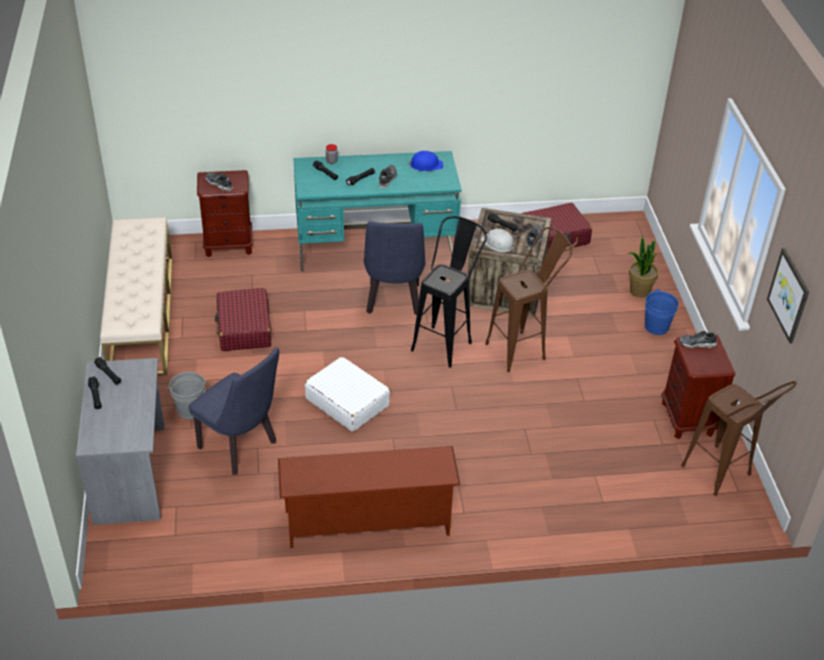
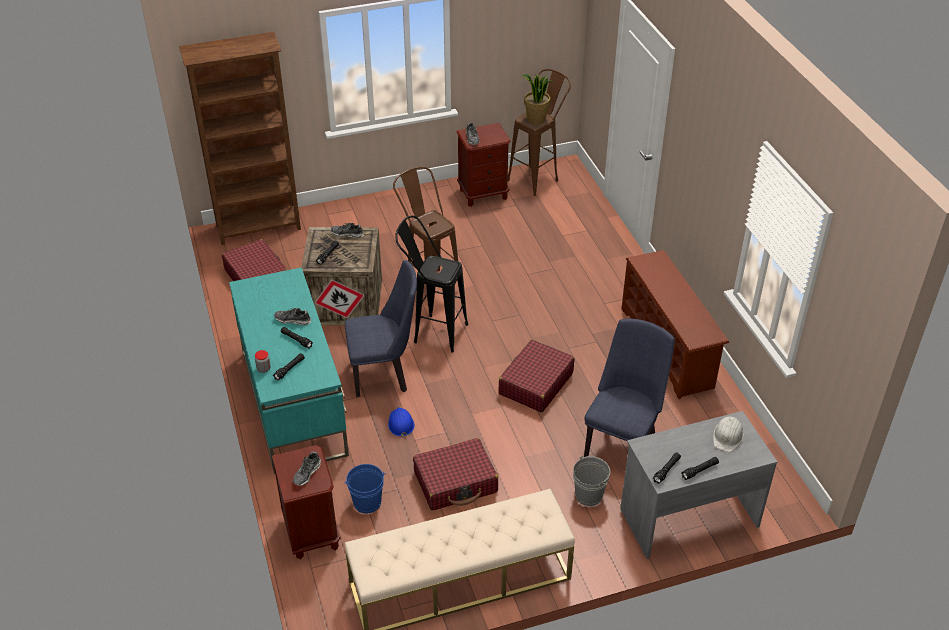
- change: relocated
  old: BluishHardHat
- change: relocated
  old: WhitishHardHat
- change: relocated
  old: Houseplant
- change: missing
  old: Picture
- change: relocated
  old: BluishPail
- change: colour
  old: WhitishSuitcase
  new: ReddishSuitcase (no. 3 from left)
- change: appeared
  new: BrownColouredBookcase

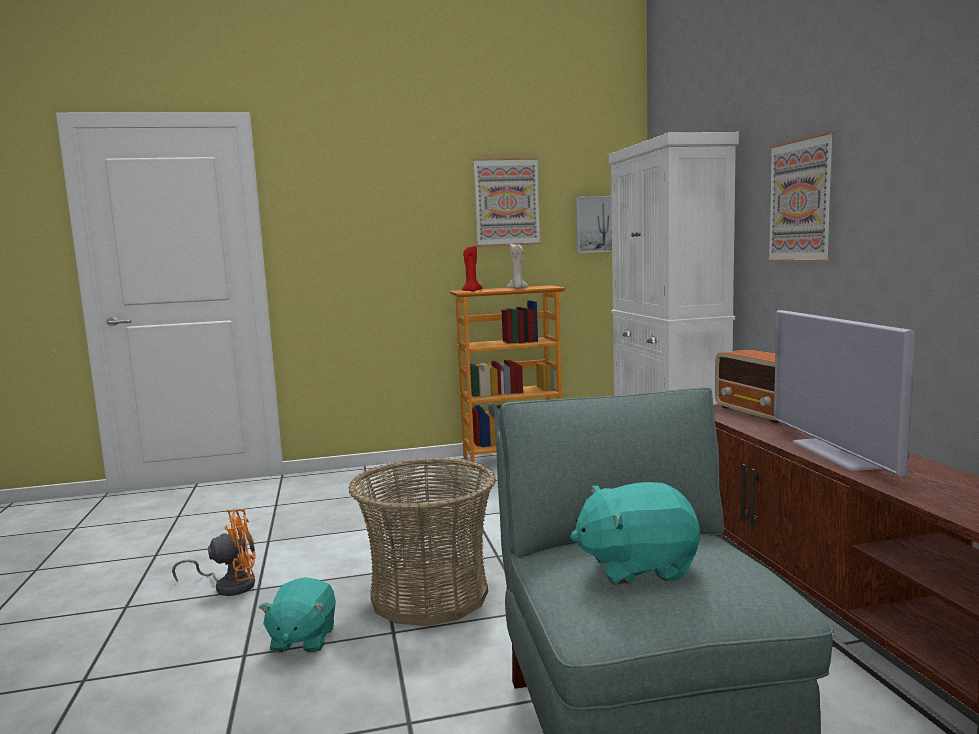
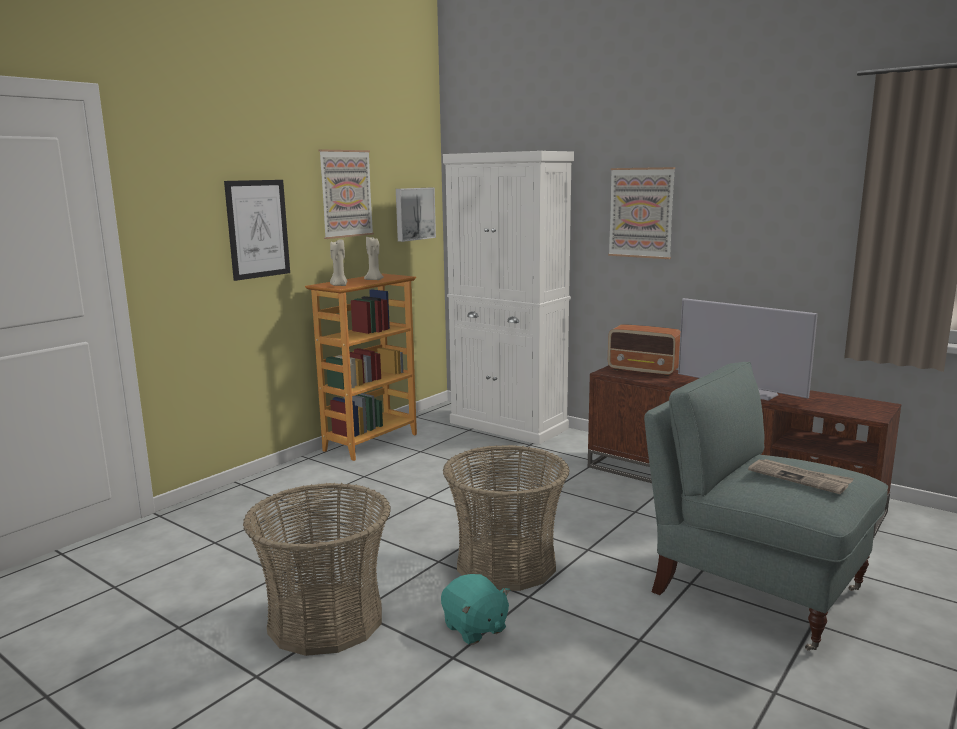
- change: colour
  old: ReddishCandle
  new: SandColouredCandle (no. 1 from left)
- change: exchanged
  old: TurquoiseSoftToy (no. 2 from left)
  new: DailyPaper
- change: exchanged
  old: OrangeFan
  new: StorageBasket (no. 1 from left)
- change: appeared
  new: Picture (no. 1 from left)

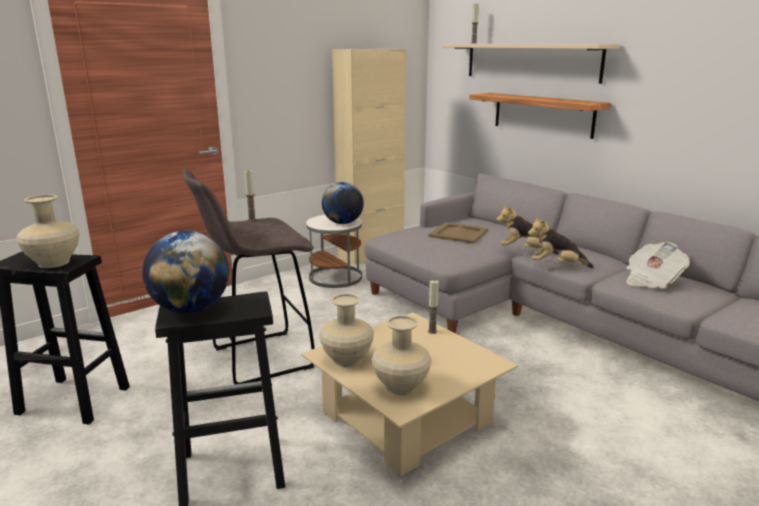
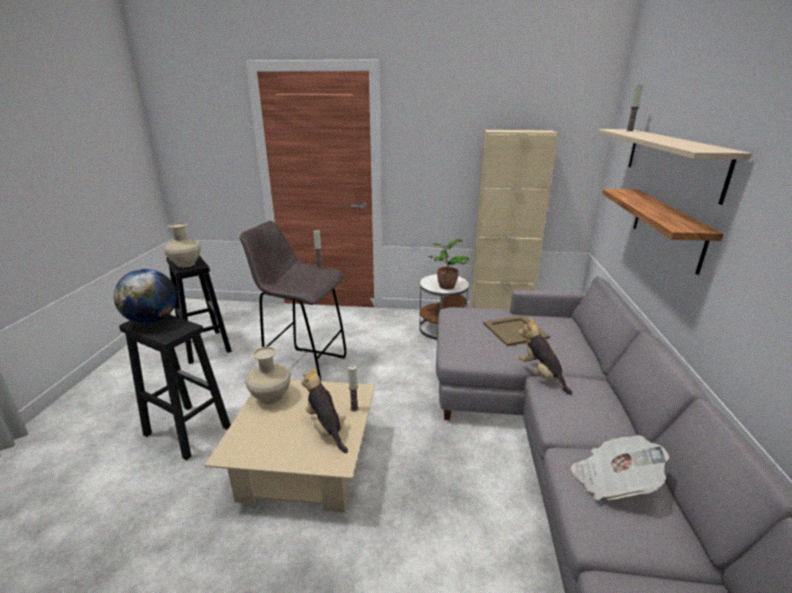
- change: exchanged
  old: Globe (no. 2 from left)
  new: Houseplant
- change: relocated
  old: SoftToy (no. 2 from left in the first image)
  new: SoftToy (no. 1 from left)
- change: missing
  old: SandColouredVase (no. 3 from left)

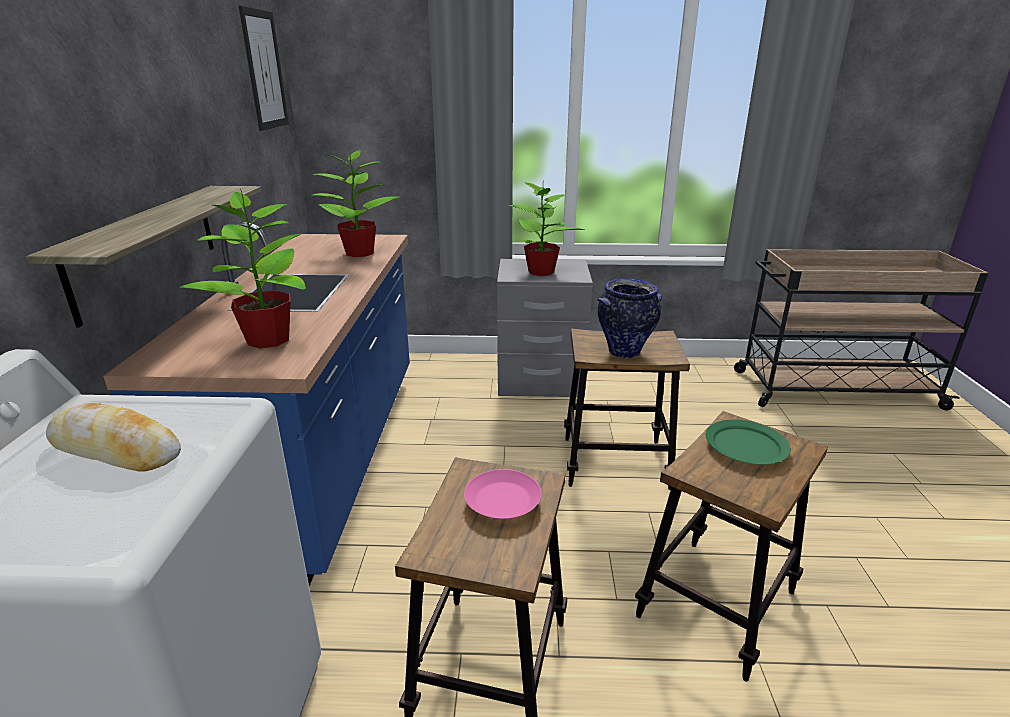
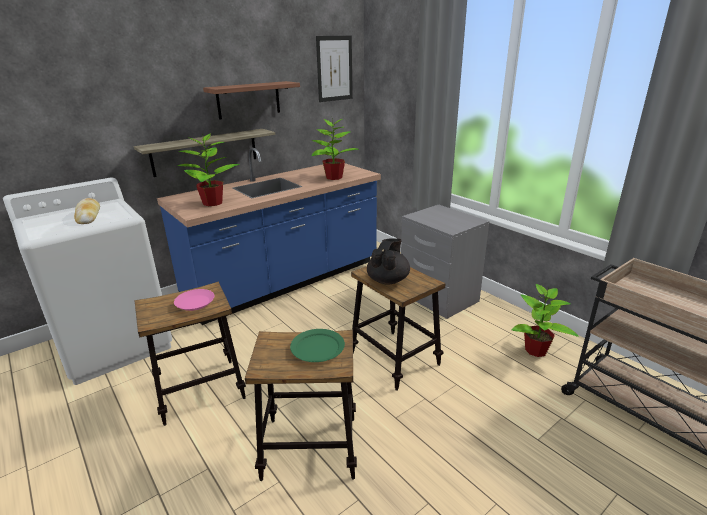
- change: relocated
  old: Houseplant (no. 3 from left)
- change: exchanged
  old: Vase
  new: BlackTeaPot
- change: appeared
  new: WallShelf (no. 2 from left)

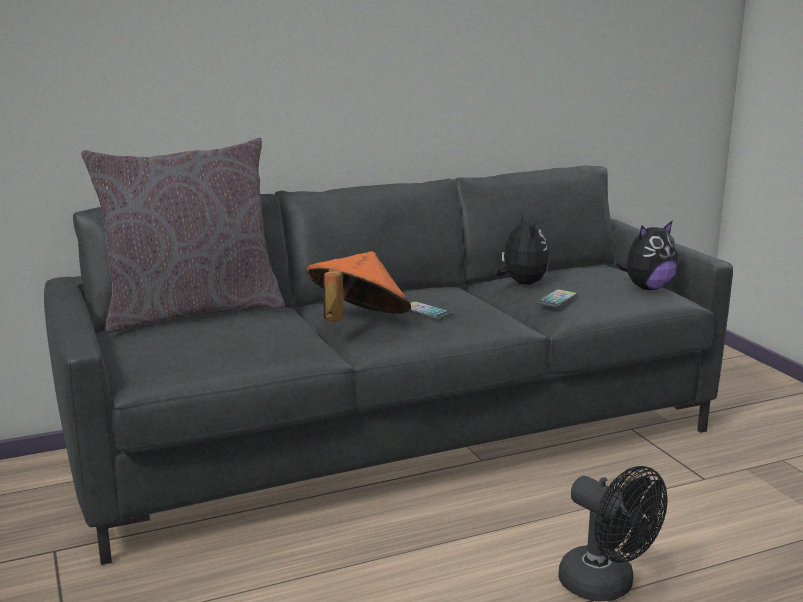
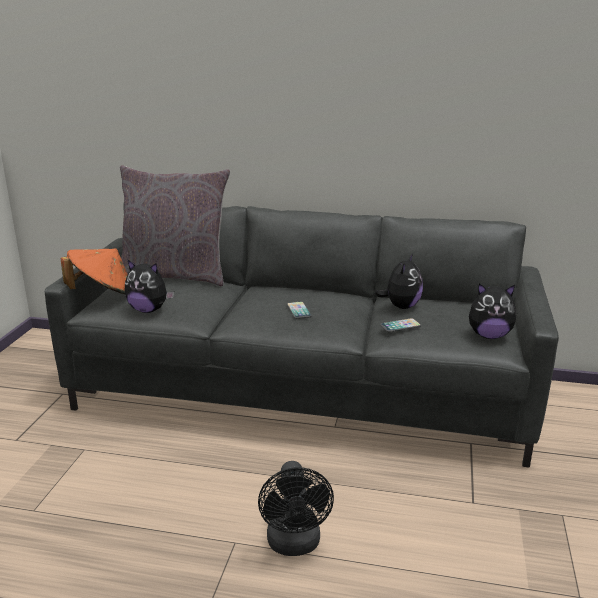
- change: relocated
  old: OrangeClothingHat
- change: appeared
  new: SoftToy (no. 1 from left)

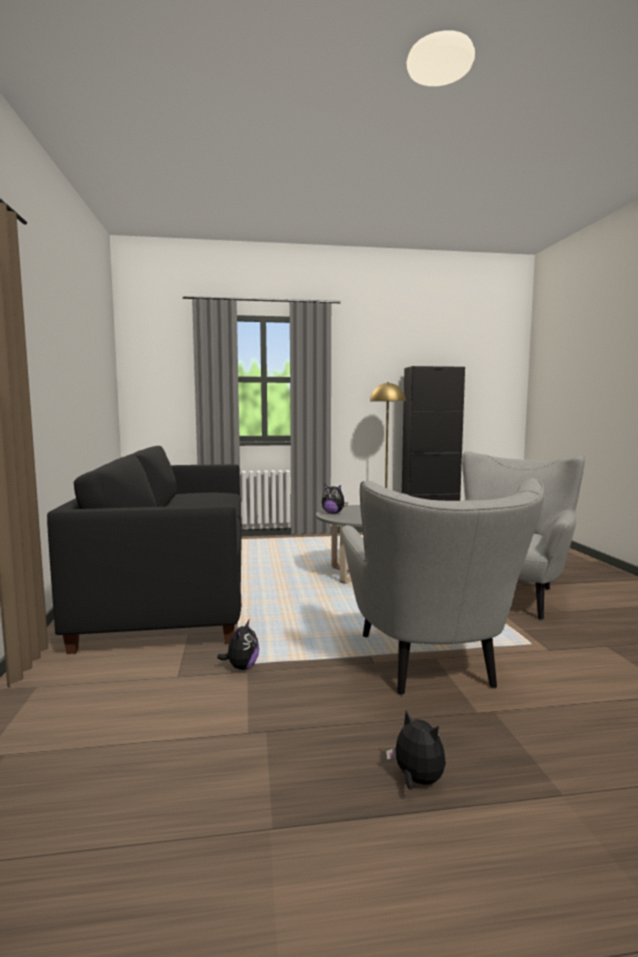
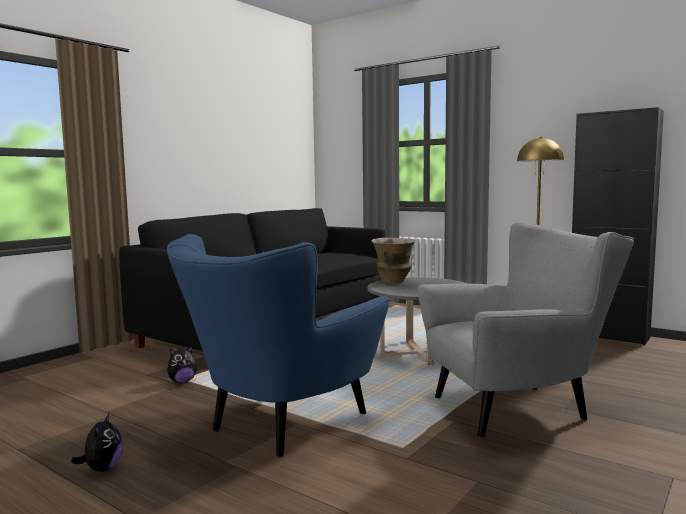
- change: colour
  old: GrayArmchair (no. 1 from left)
  new: BluishArmchair
- change: exchanged
  old: SoftToy (no. 2 from left)
  new: Vase

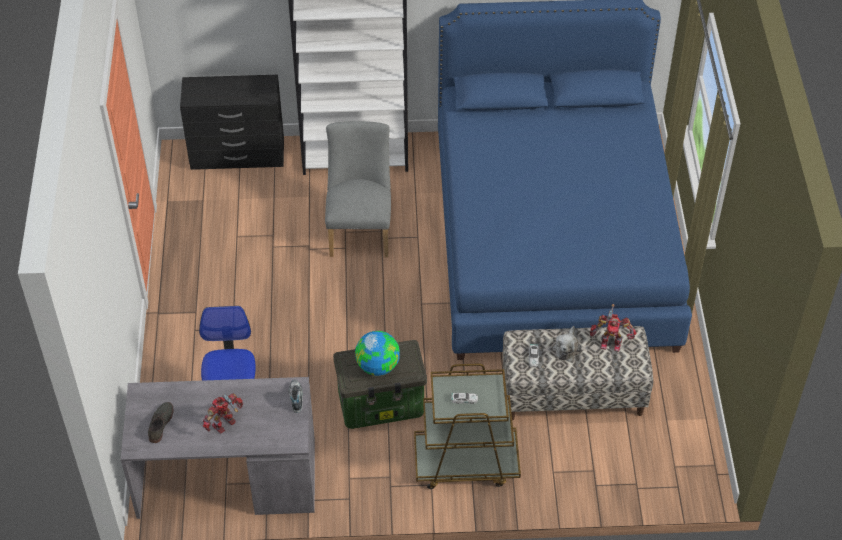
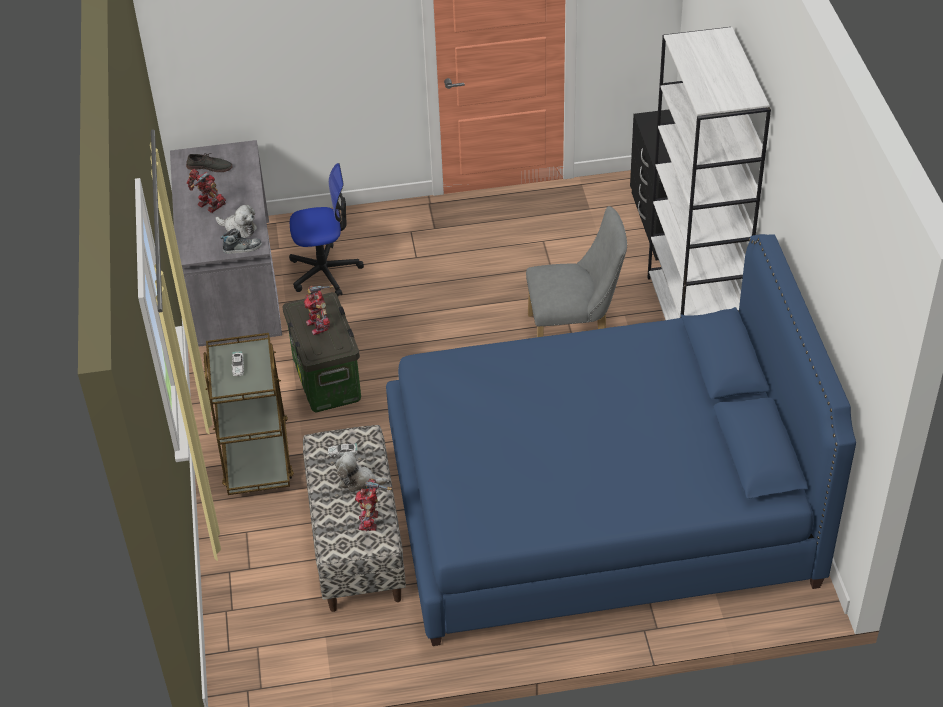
- change: exchanged
  old: Globe
  new: ModelRobot (no. 2 from left)
- change: appeared
  new: SoftToy (no. 1 from left)

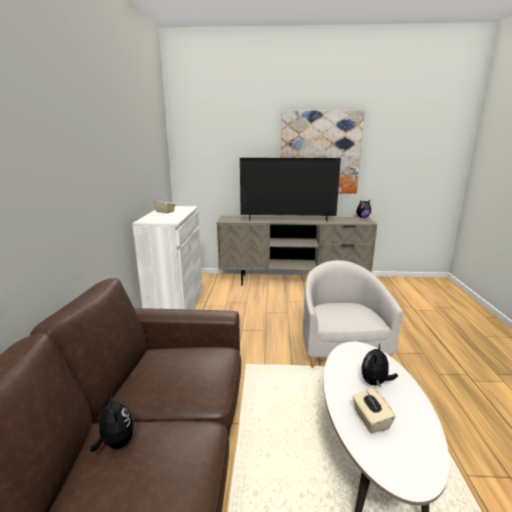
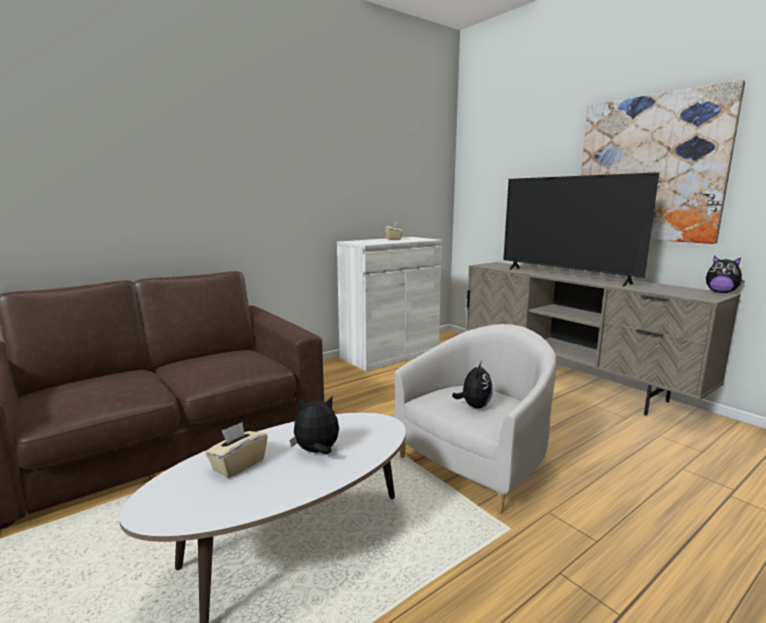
- change: relocated
  old: SoftToy (no. 1 from left in the first image)
  new: SoftToy (no. 2 from left)

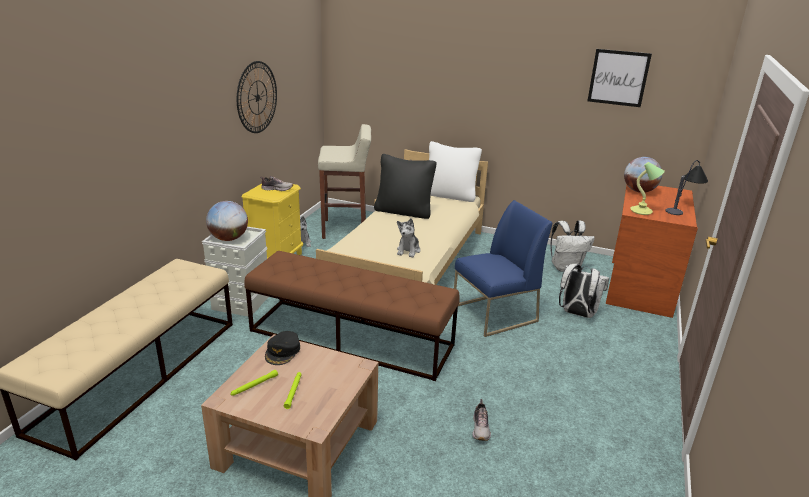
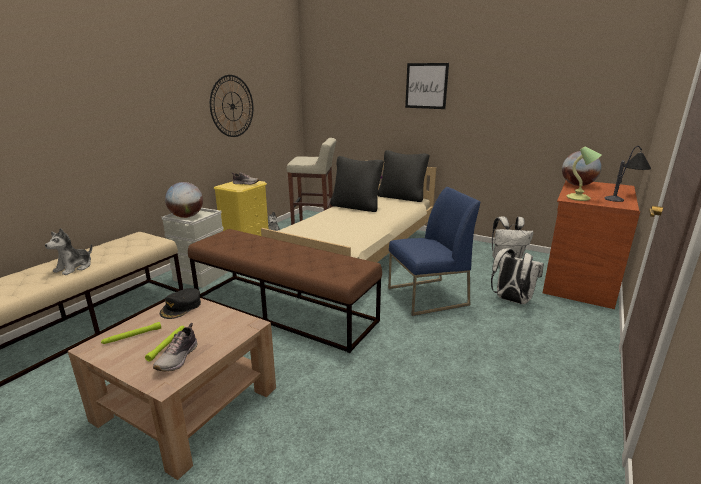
- change: relocated
  old: Picture
- change: colour
  old: WhitishCushion
  new: BlackCushion (no. 2 from left)
- change: relocated
  old: SoftToy (no. 2 from left in the first image)
  new: SoftToy (no. 1 from left)
- change: relocated
  old: Shoe (no. 2 from left in the first image)
  new: Shoe (no. 1 from left)

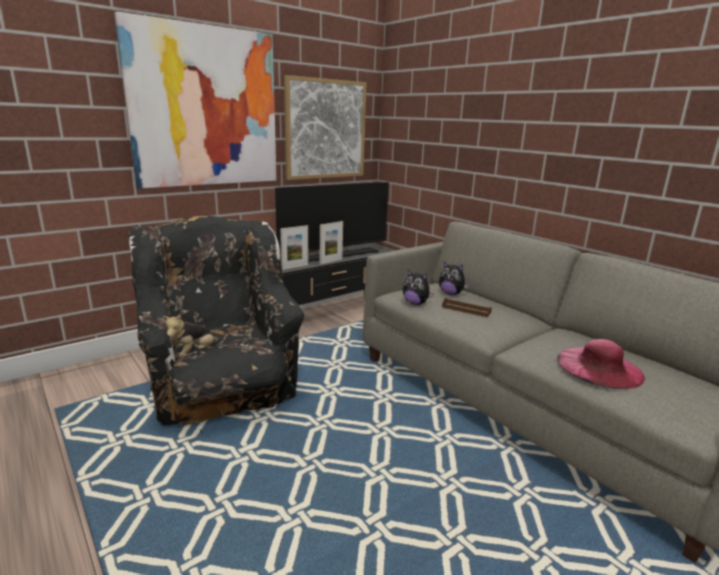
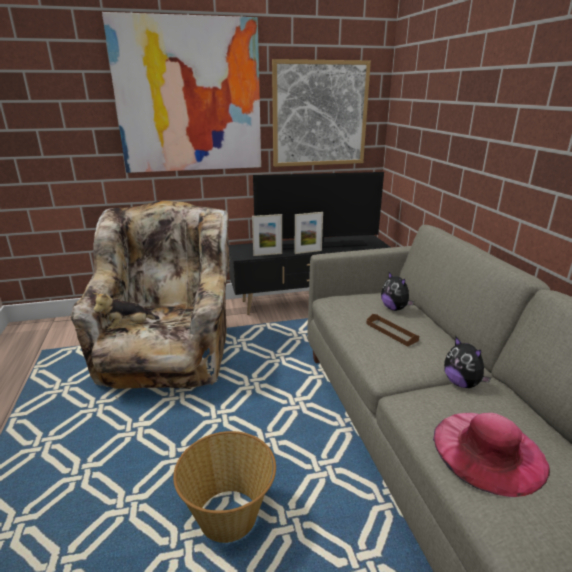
- change: colour
  old: BlackArmchair
  new: SandColouredArmchair
- change: relocated
  old: SoftToy (no. 2 from left in the first image)
  new: SoftToy (no. 3 from left)
- change: appeared
  new: StorageBasket

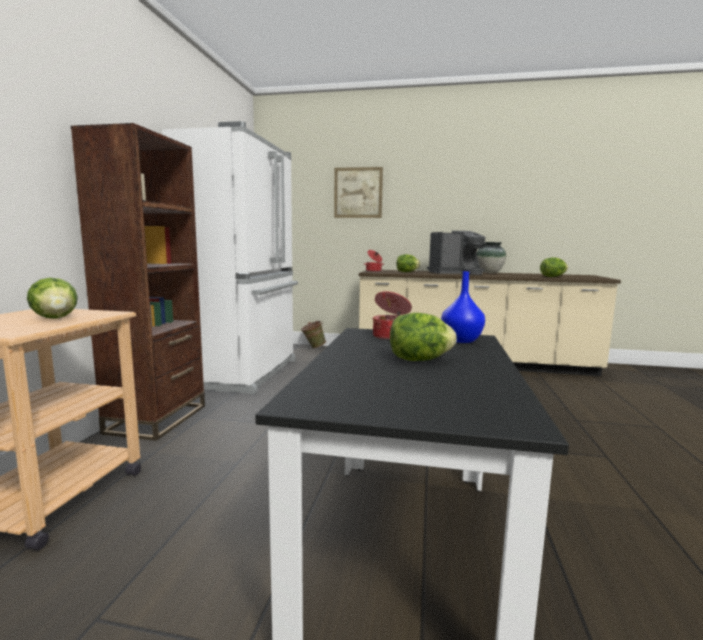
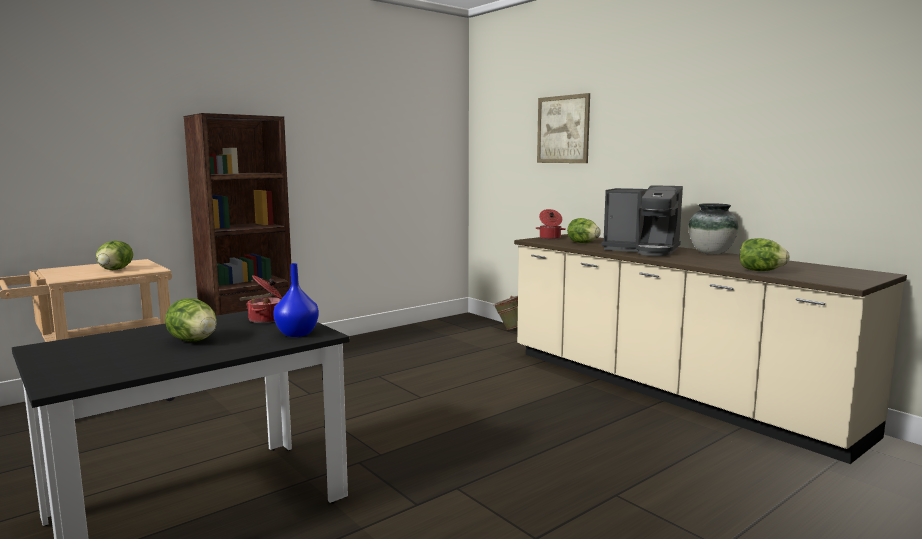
- change: missing
  old: WhitishRefrigerator

